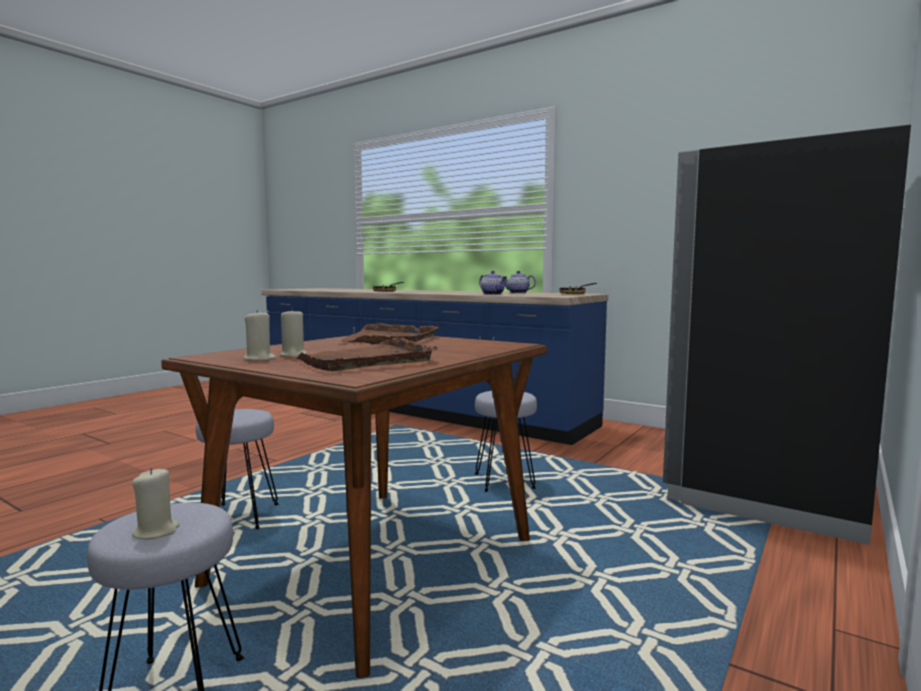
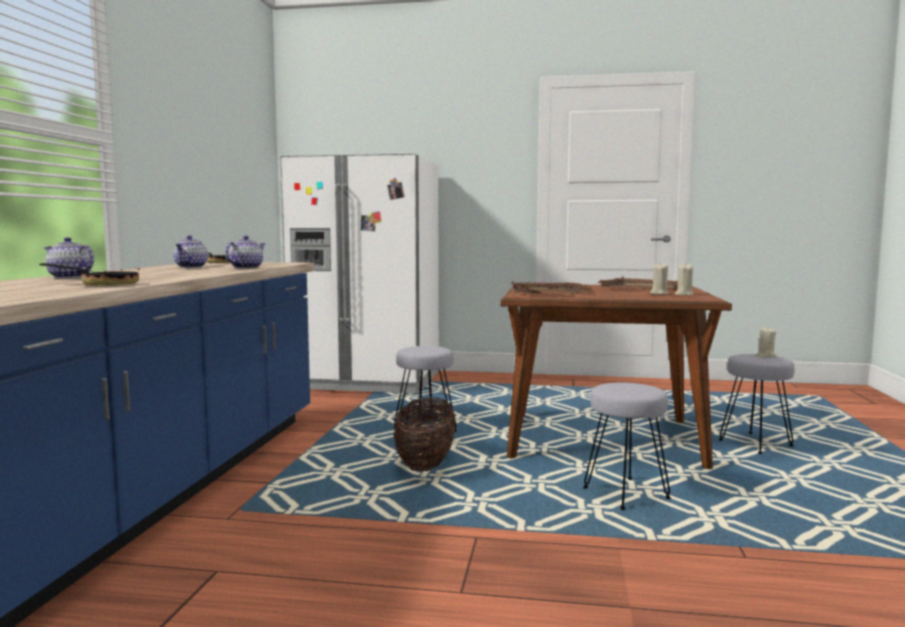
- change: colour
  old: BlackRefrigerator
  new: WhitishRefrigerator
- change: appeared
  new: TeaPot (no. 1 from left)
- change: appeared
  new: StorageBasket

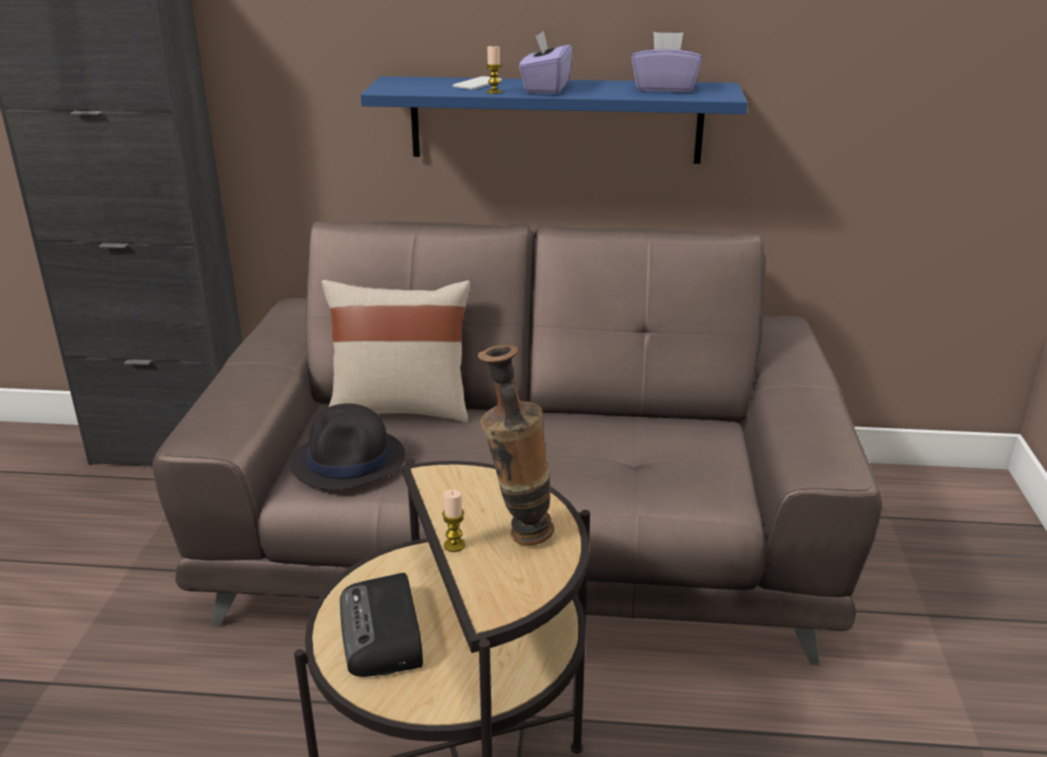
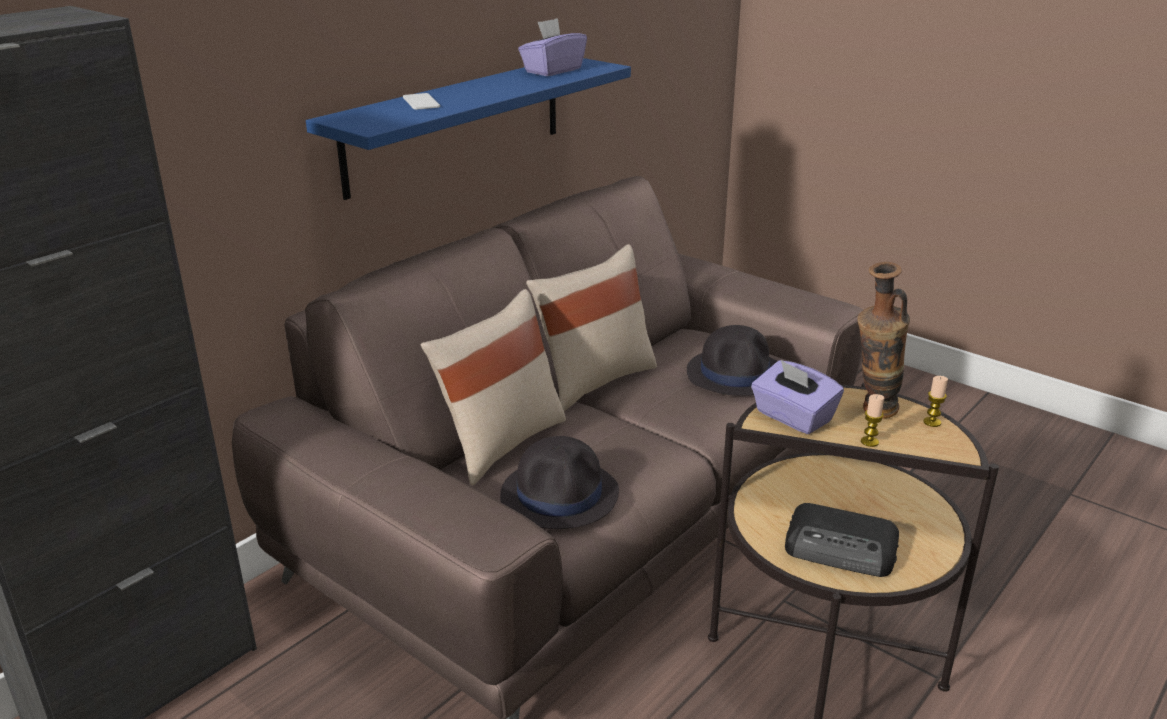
- change: relocated
  old: PurpleTissueHolder (no. 1 from left in the first image)
  new: PurpleTissueHolder (no. 2 from left)
- change: relocated
  old: Candle (no. 2 from left)
- change: appeared
  new: SandColouredCushion (no. 2 from left)
- change: appeared
  new: BlackClothingHat (no. 2 from left)

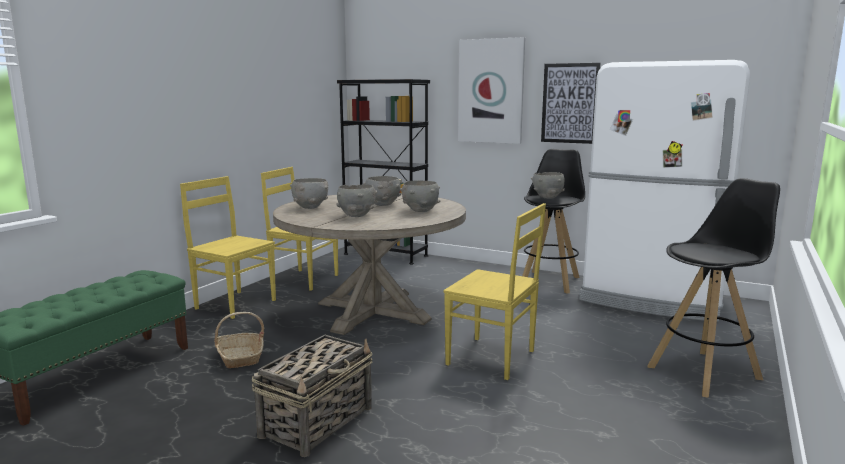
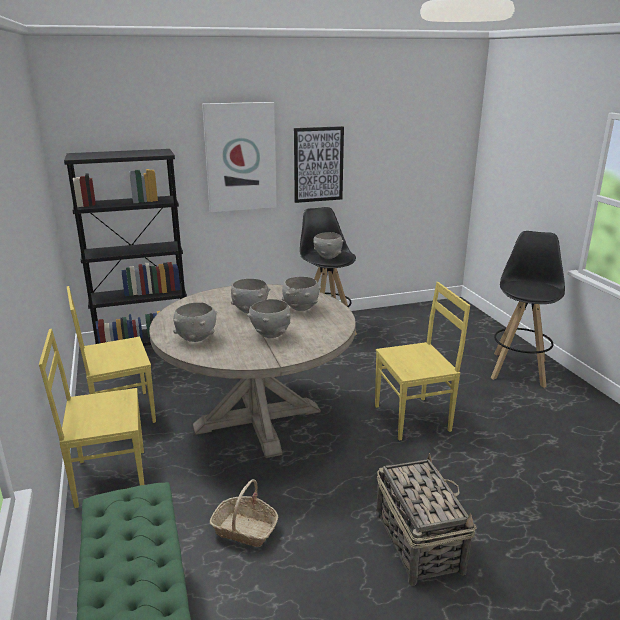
- change: missing
  old: WhitishRefrigerator

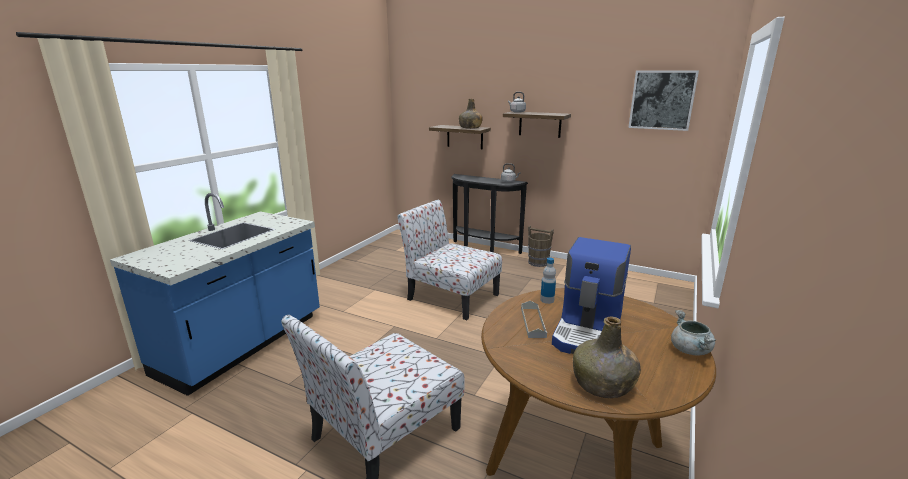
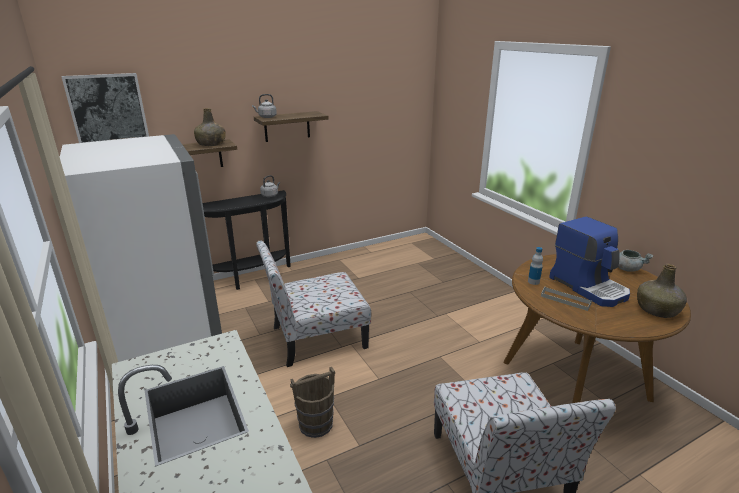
- change: relocated
  old: Picture
- change: relocated
  old: BrownColouredPail
- change: appeared
  new: WhitishRefrigerator

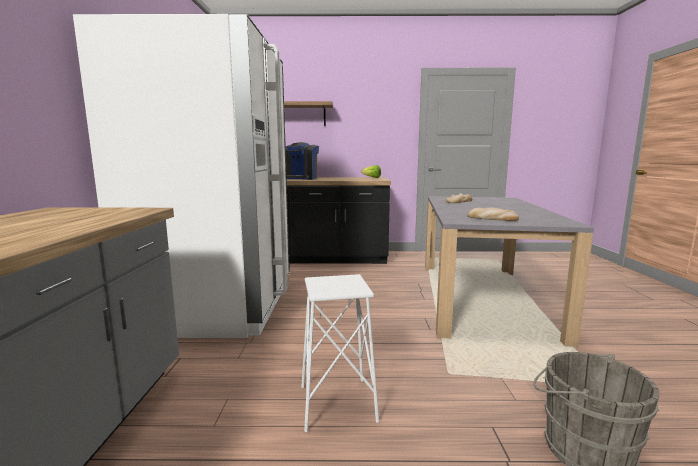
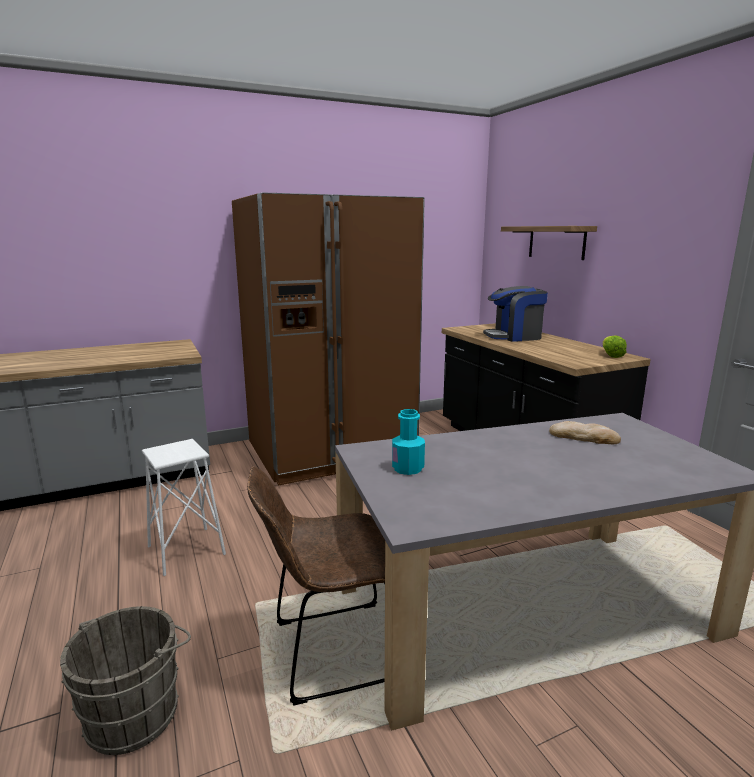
- change: colour
  old: WhitishRefrigerator
  new: BrownColouredRefrigerator
- change: exchanged
  old: BakeryBread (no. 2 from left)
  new: TurquoiseBeverageBottle
- change: appeared
  new: BrownColouredUprightChair

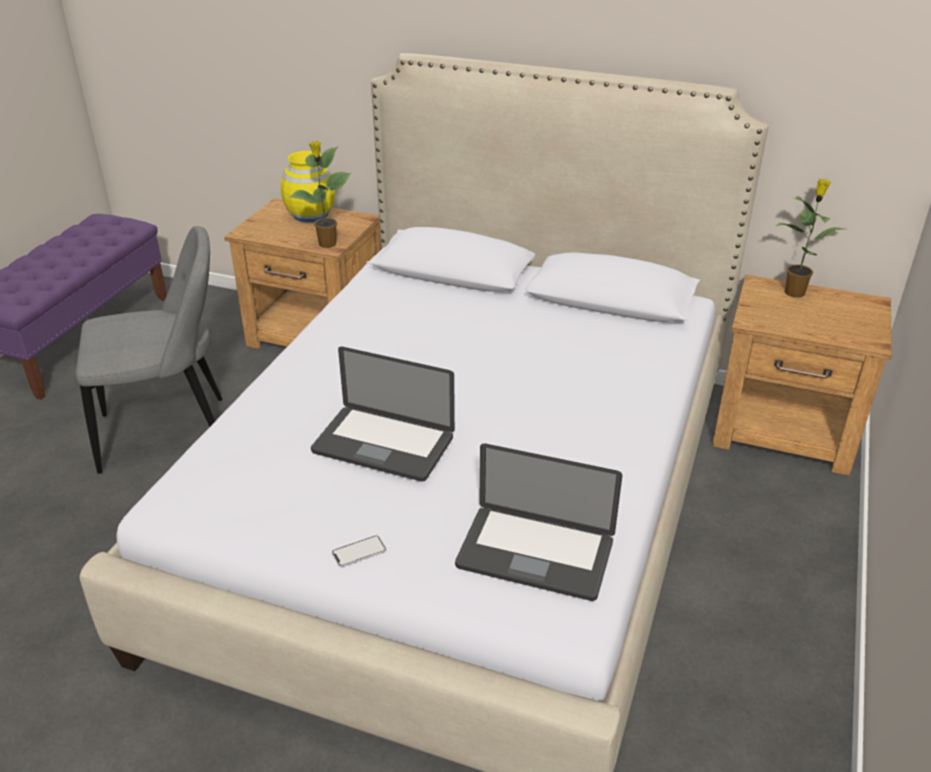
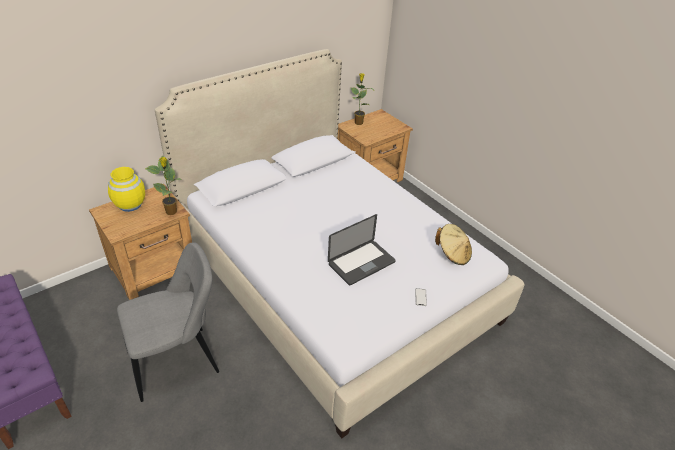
- change: spun
  old: GrayUprightChair
  degrees: 45
- change: exchanged
  old: PortableComputer (no. 2 from left)
  new: SandColouredClothingHat

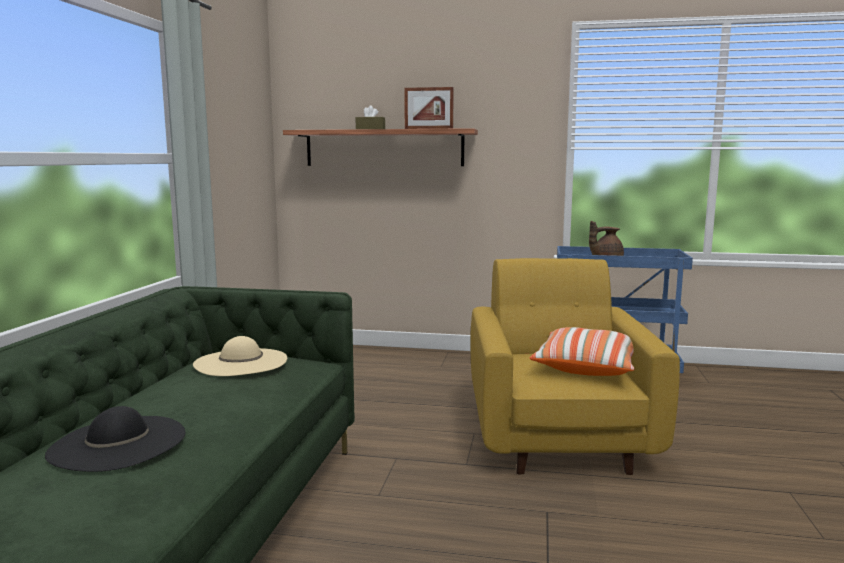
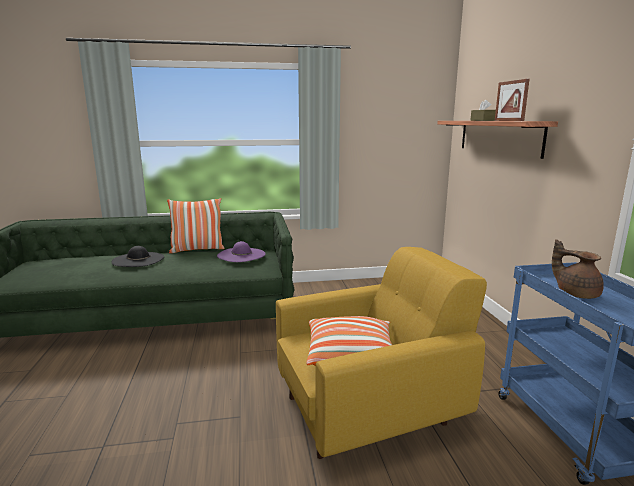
- change: colour
  old: SandColouredClothingHat
  new: PurpleClothingHat
- change: appeared
  new: Cushion (no. 1 from left)

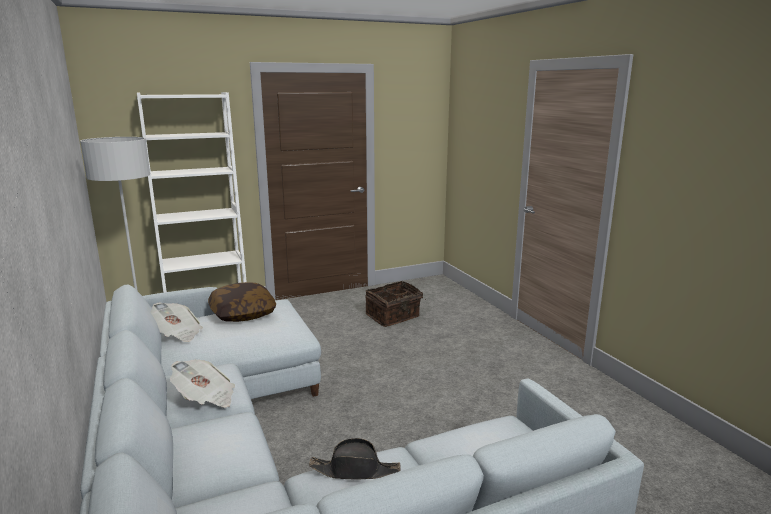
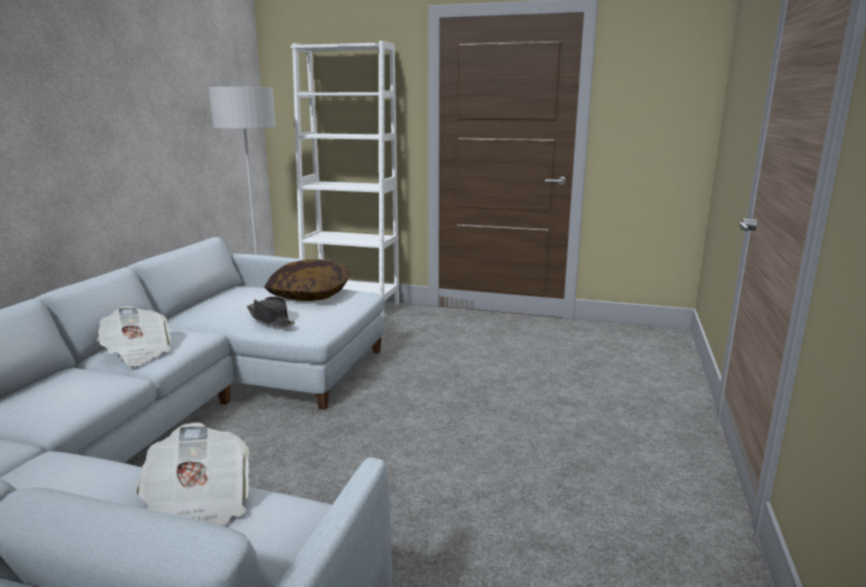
- change: missing
  old: StorageBasket
- change: relocated
  old: DailyPaper (no. 1 from left in the first image)
  new: DailyPaper (no. 2 from left)
- change: relocated
  old: BlackClothingHat

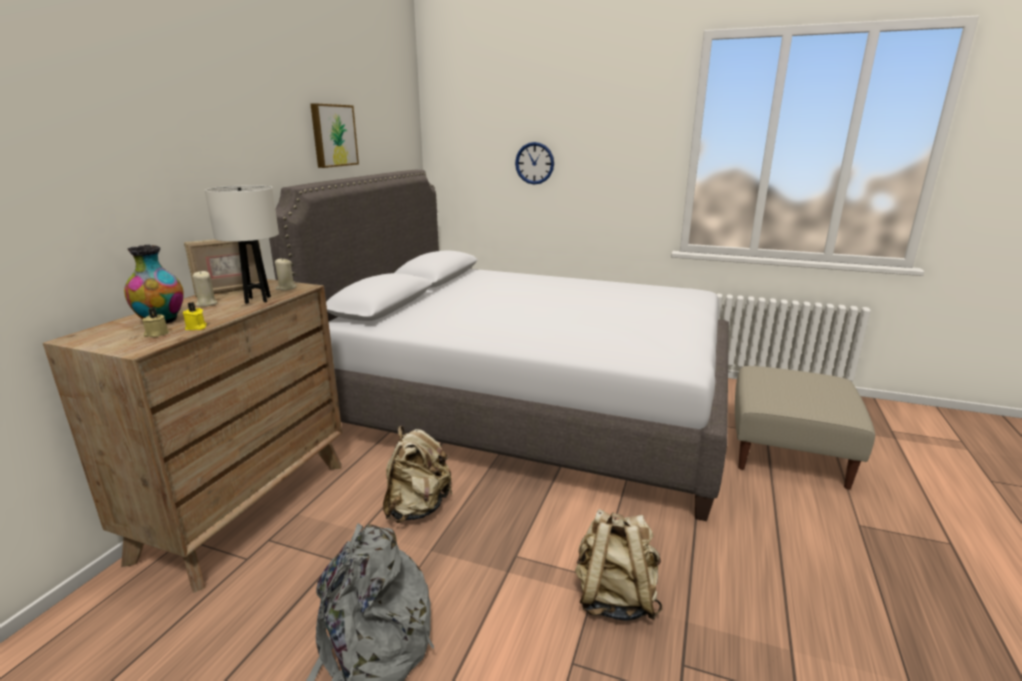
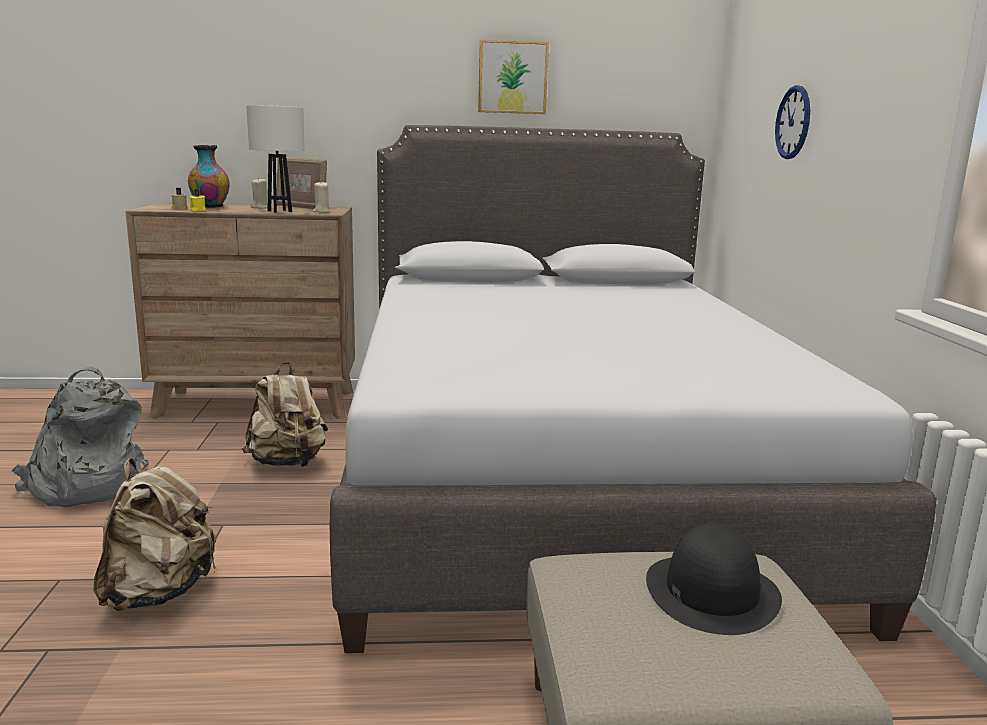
- change: appeared
  new: BlackClothingHat

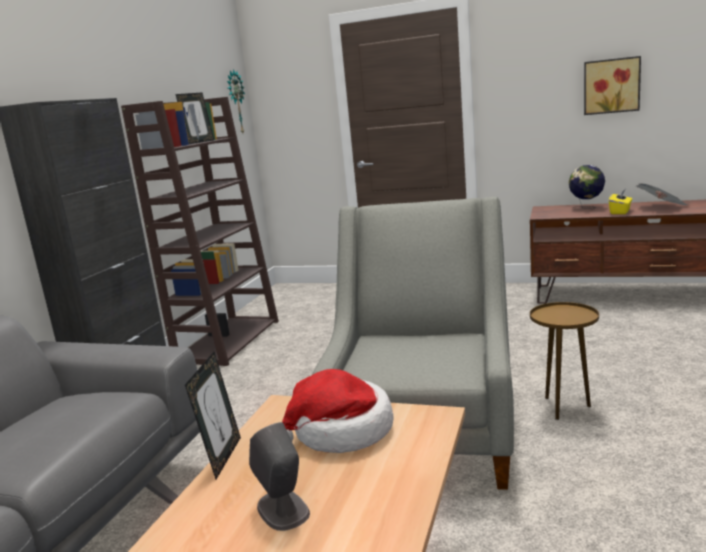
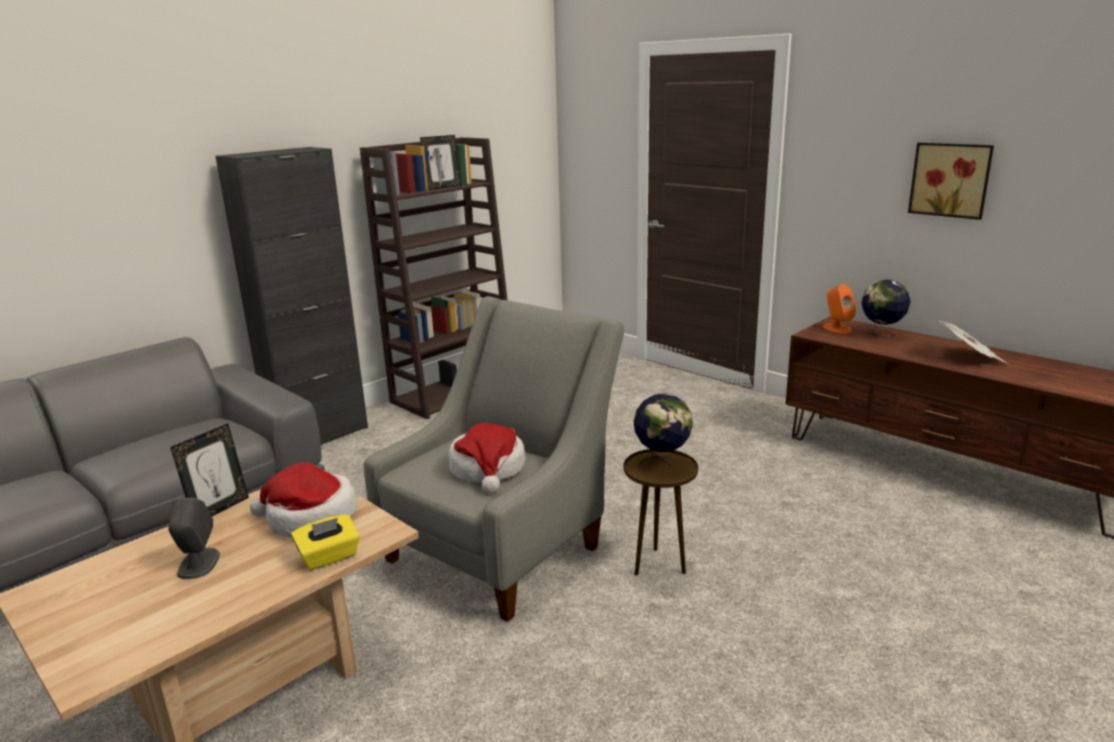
- change: missing
  old: HangingClock
- change: relocated
  old: YellowColouredTissueHolder
- change: appeared
  new: OrangeSpeaker
- change: appeared
  new: Globe (no. 1 from left)
- change: appeared
  new: ClothingHat (no. 2 from left)

